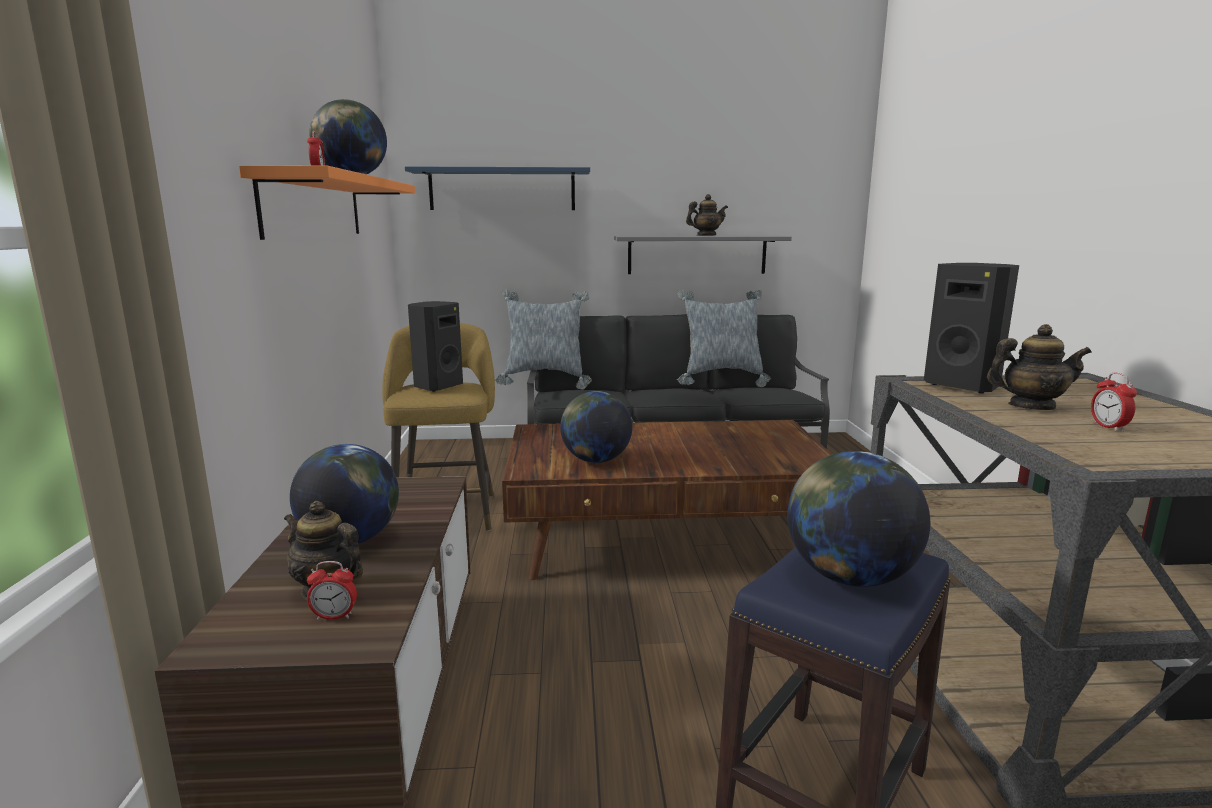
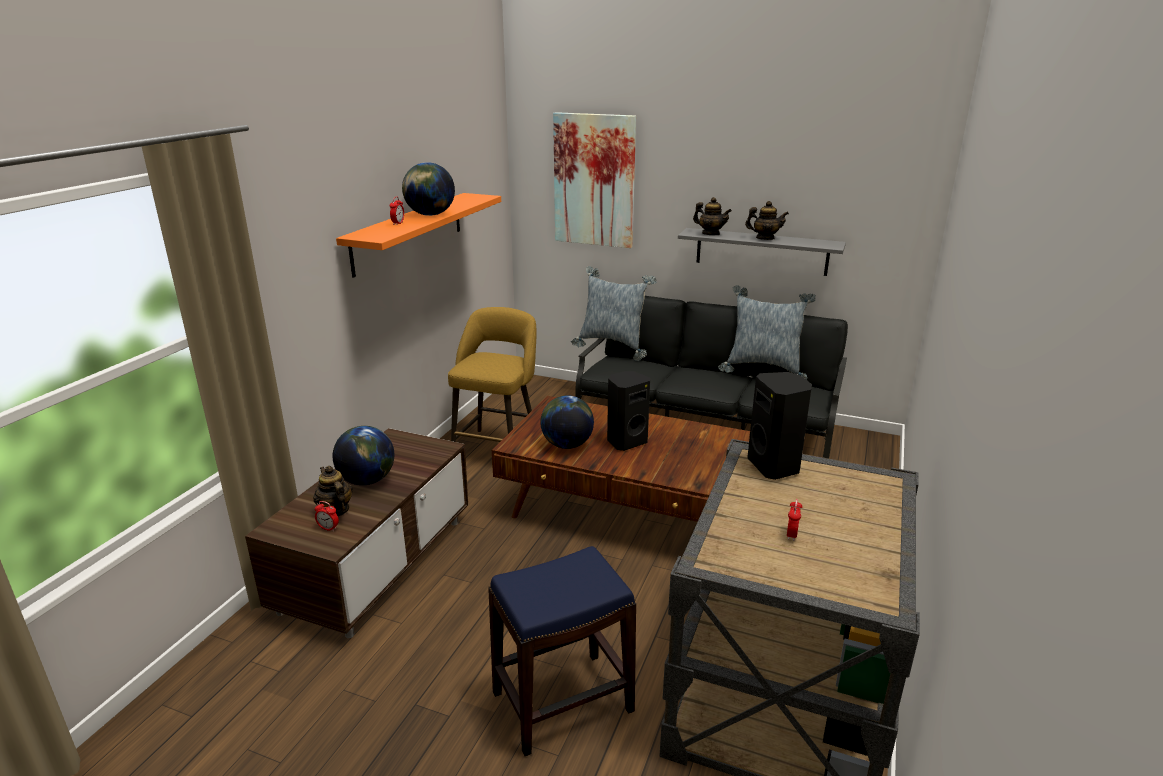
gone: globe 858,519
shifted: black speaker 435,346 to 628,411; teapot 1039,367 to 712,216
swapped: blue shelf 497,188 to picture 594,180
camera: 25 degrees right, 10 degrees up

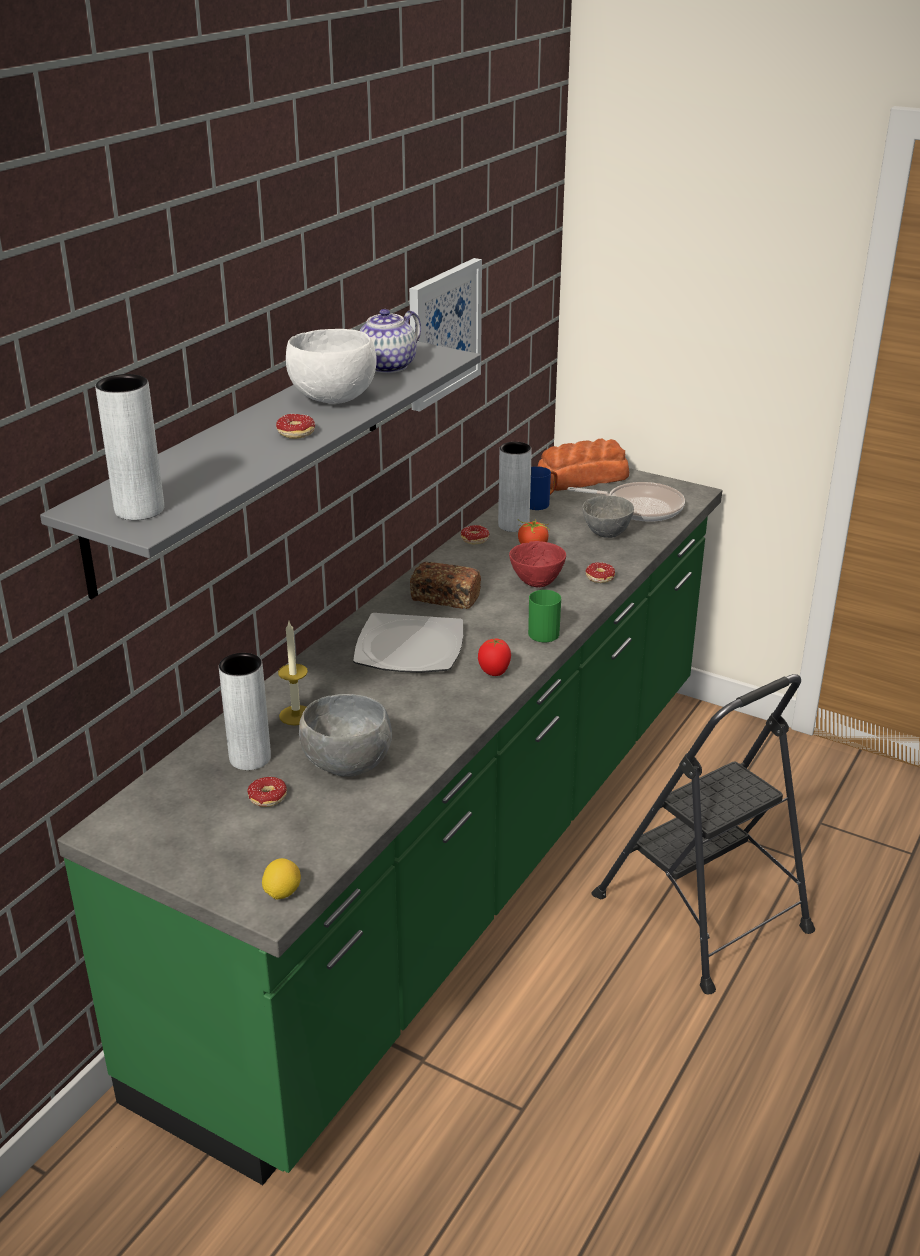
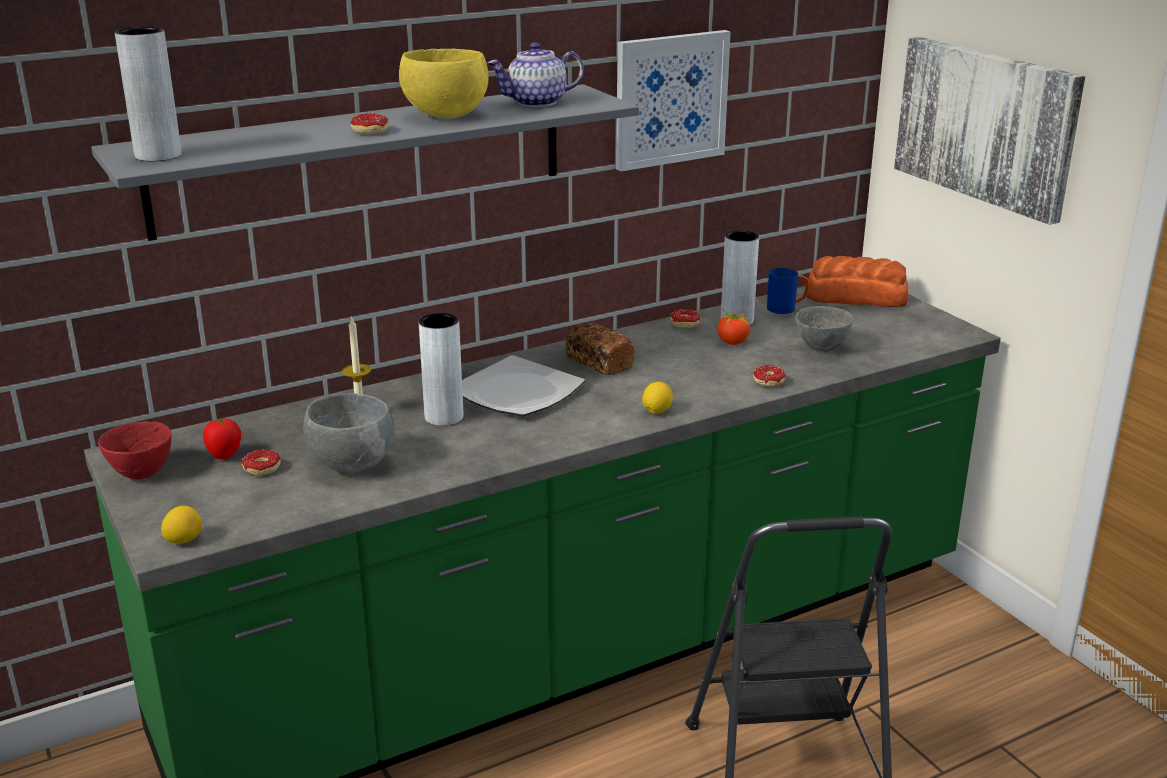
gone: frying pan 626,502
new: picture 989,131
shifted: red bowl 537,564 to 135,450; tomato 494,657 to 222,439; grey vase 245,711 to 441,369
swapped: green mug 544,616 to lemon 657,398
repainted: white bowl 331,366 to yellow bowl 443,83
camera: 30 degrees right, 5 degrees down

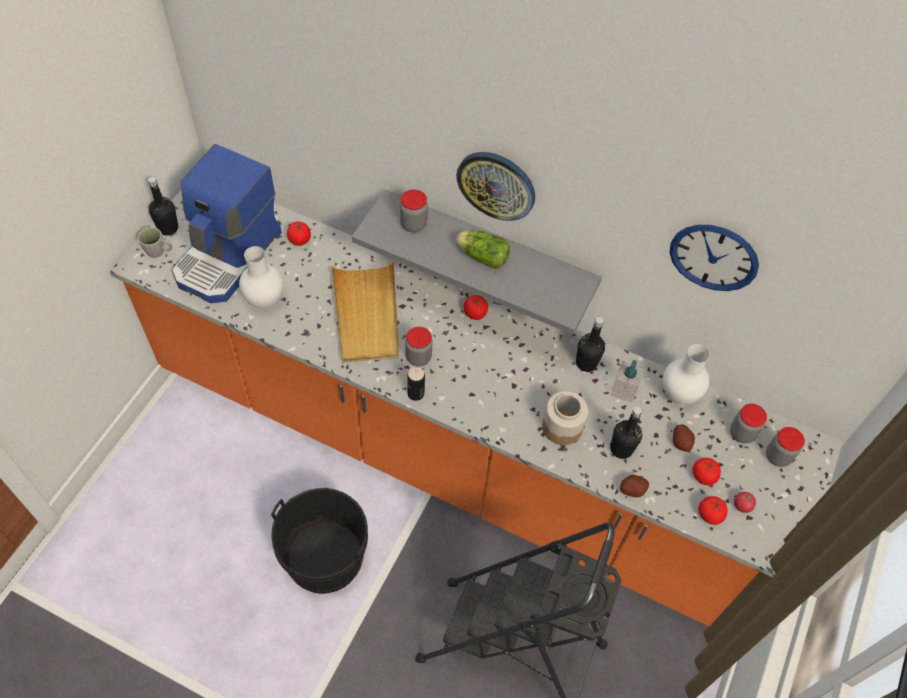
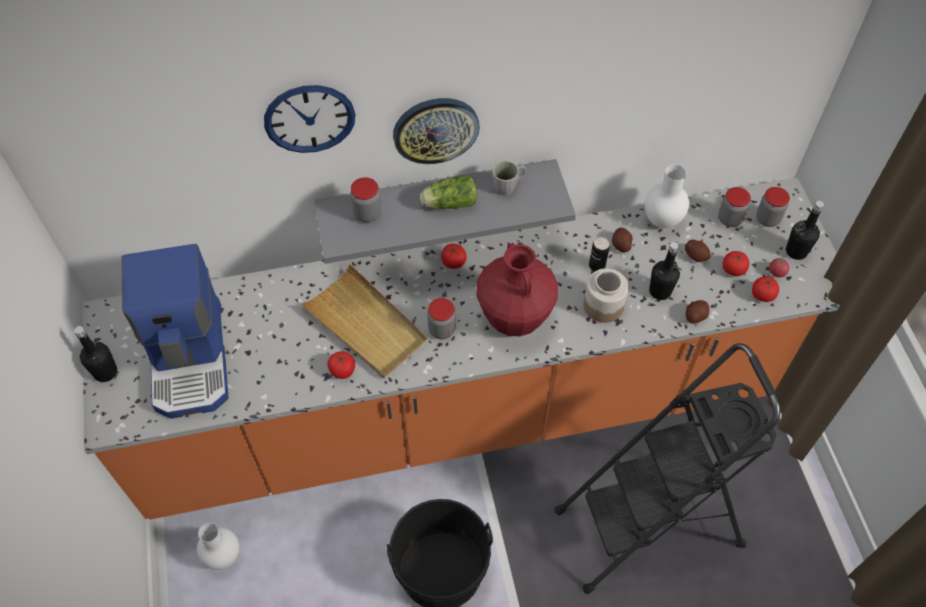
new: red vase 517,289
shifted: white vase 261,277 to 218,546; wall clock 714,258 to 309,119; tomato 299,233 to 341,365; grey mug 155,242 to 509,178; can 416,384 to 599,254; black bottle 590,344 to 805,230
swapped: soap dispenser 627,381 to potato 622,240
camera: 35 degrees left, 0 degrees up

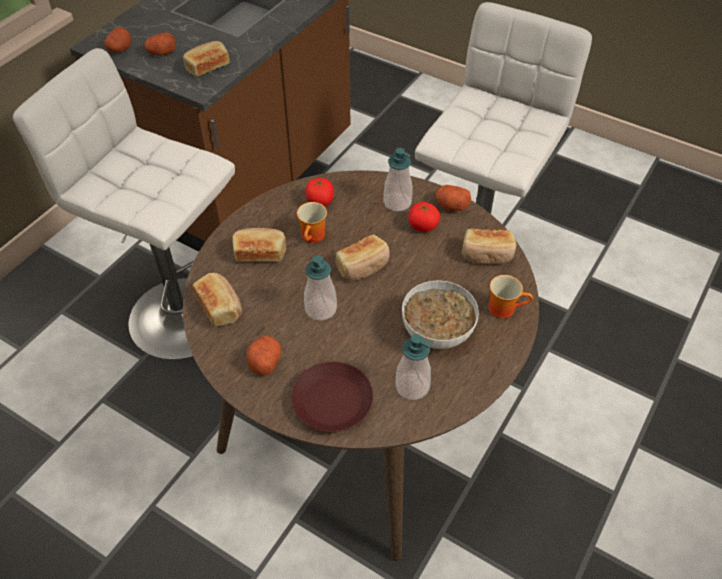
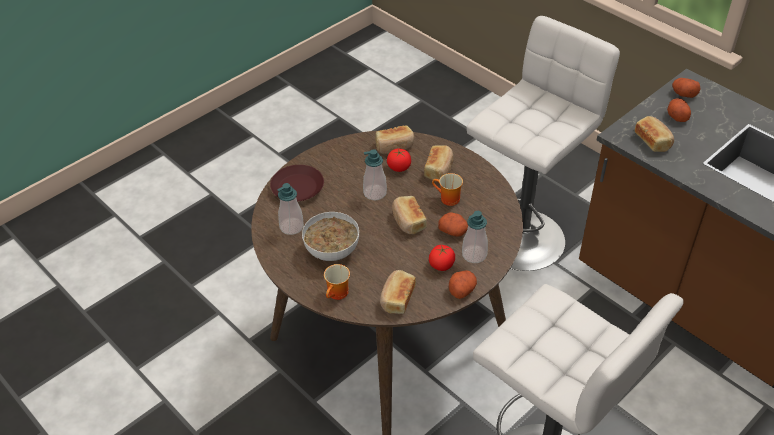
shifted: tomato 319,192 to 399,160; potato 264,356 to 453,224
camera: 105 degrees right, 5 degrees down

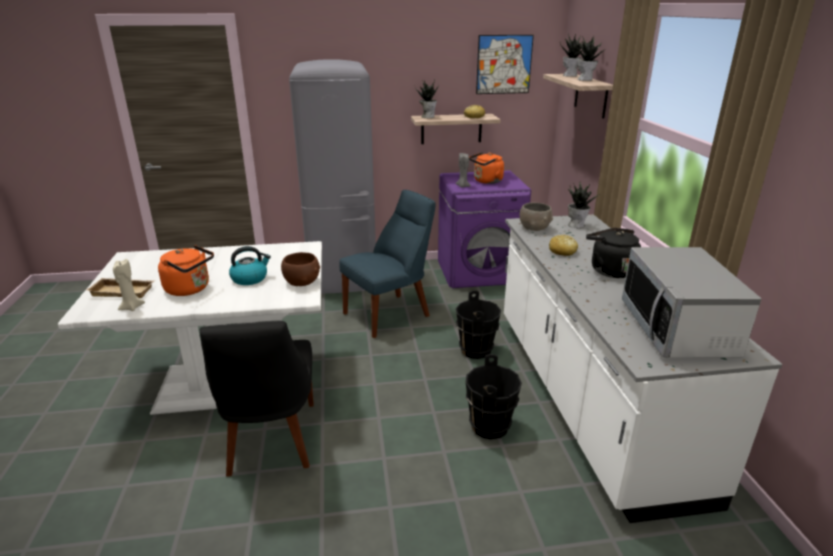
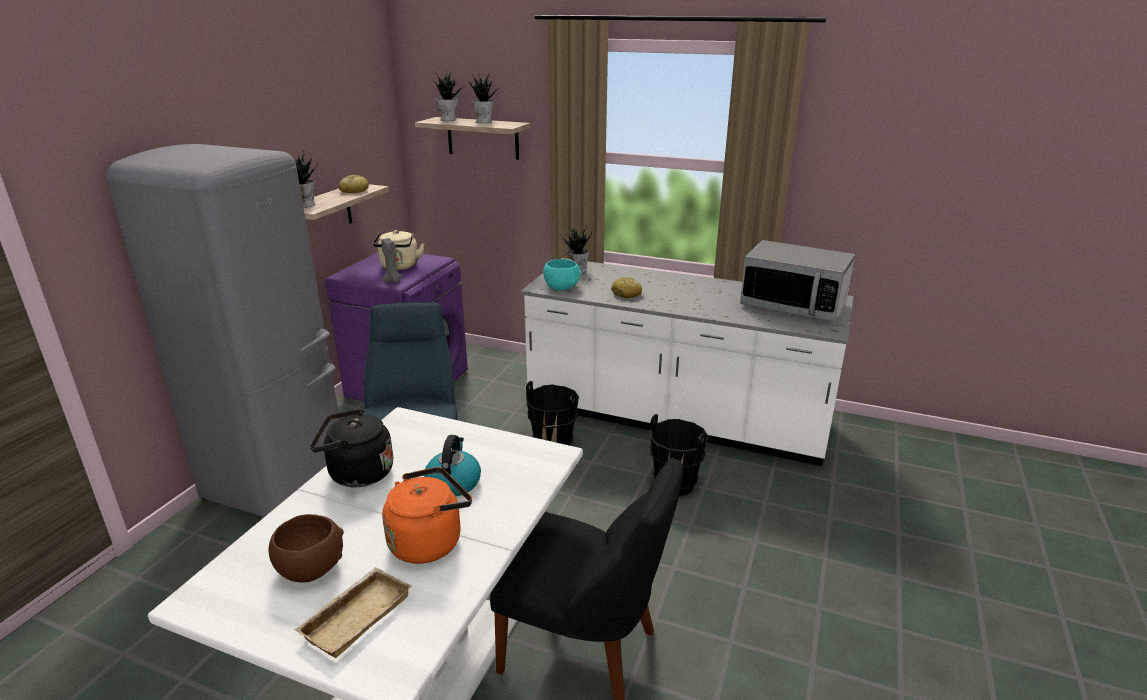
gone: beige candle 129,285; picture 505,64
shifted: brown bowl 300,269 to 306,548; black kettle 613,253 to 351,448
repainted: orange kettle 486,168 to beige kettle 399,250; grey bowl 536,217 to turquoise bowl 562,275
camera: 60 degrees left, 0 degrees up

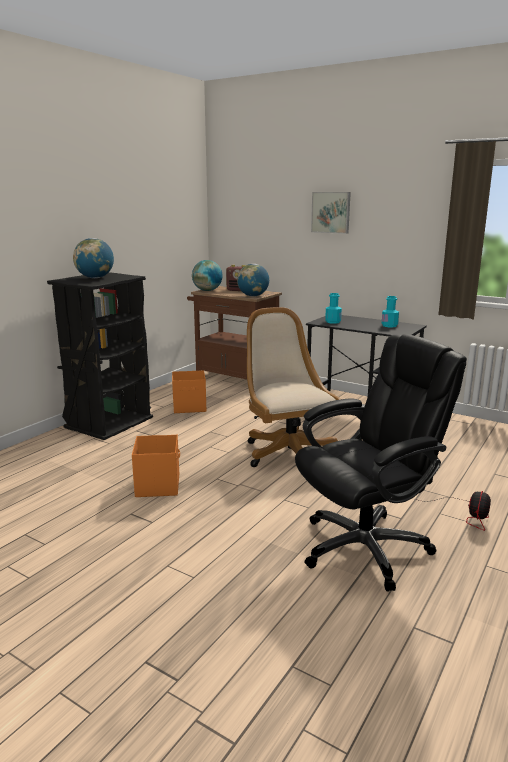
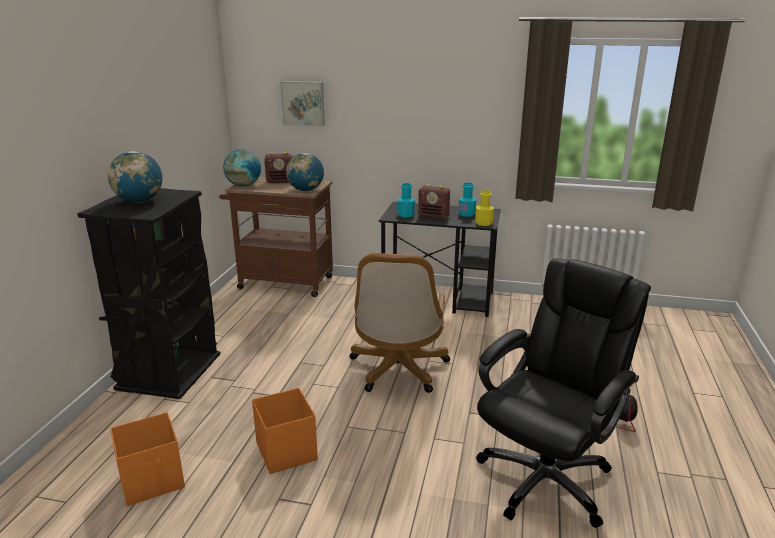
new: radio 434,201; yellow bottle 484,208
shifted: orange storage box 189,391 to 147,459; picture 331,213 to 302,104
rotated: office chair 294,387 = 399,323 135 degrees counterclockwise
camera: 20 degrees left, 5 degrees up

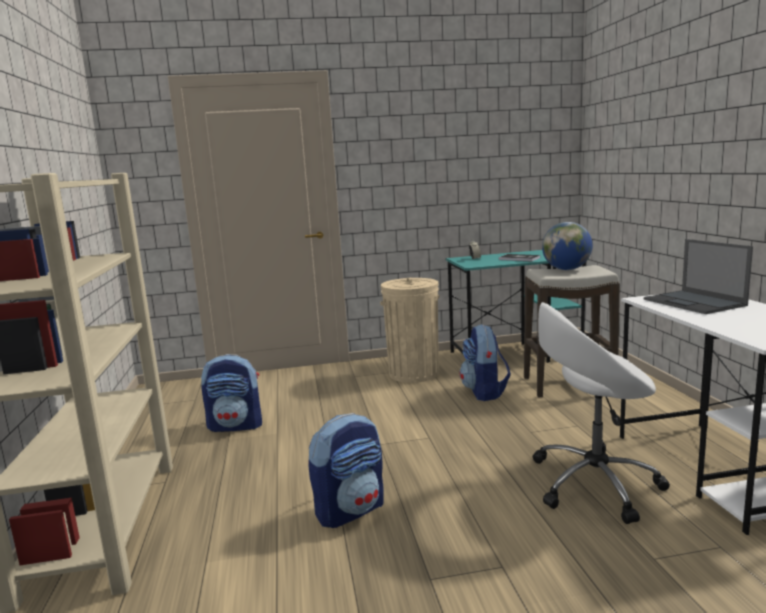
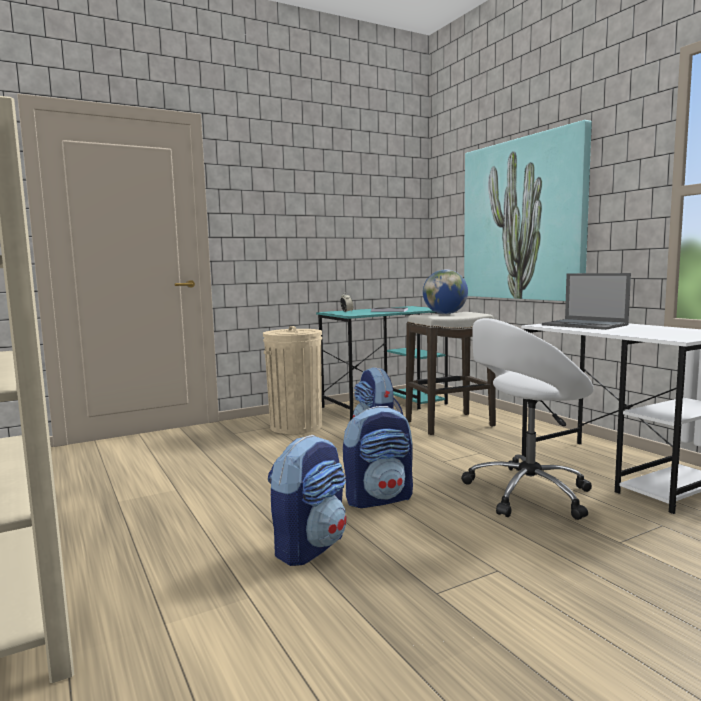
new: picture 528,210
shifted: backpack 231,393 to 378,457
camera: 20 degrees left, 5 degrees down

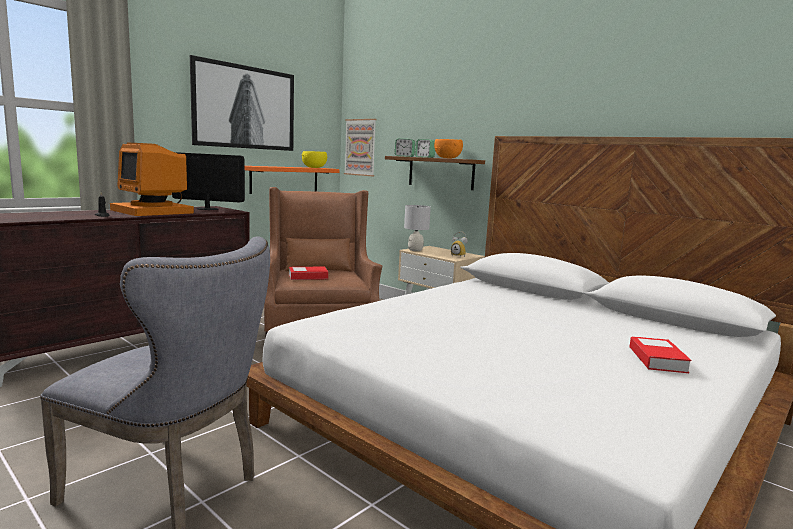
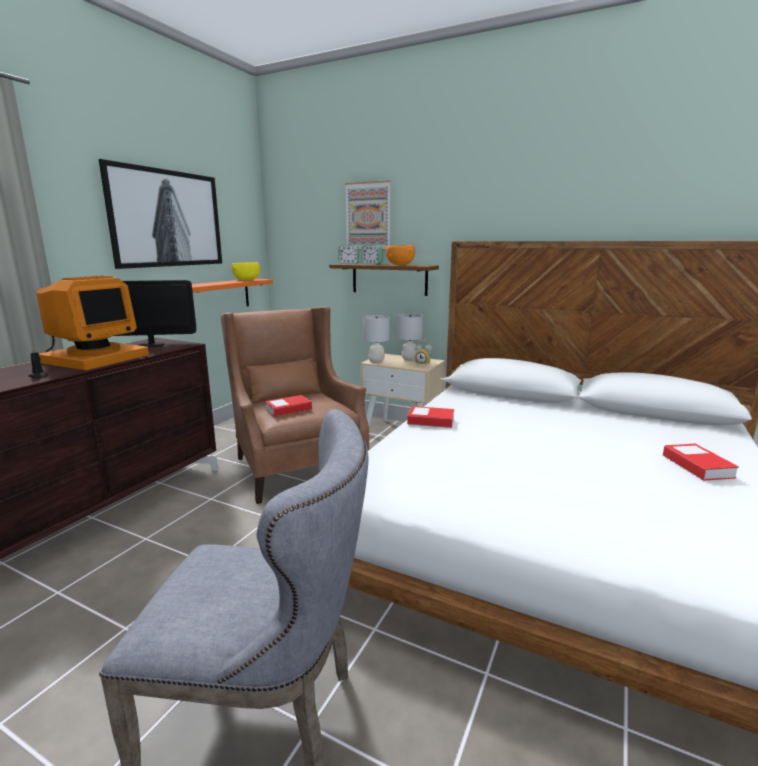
new: grey table lamp 410,337; book 430,417
shifted: picture 360,148 to 368,215
rotated: monitor 152,179 = 92,323 90 degrees counterclockwise
camera: 15 degrees left, 5 degrees up

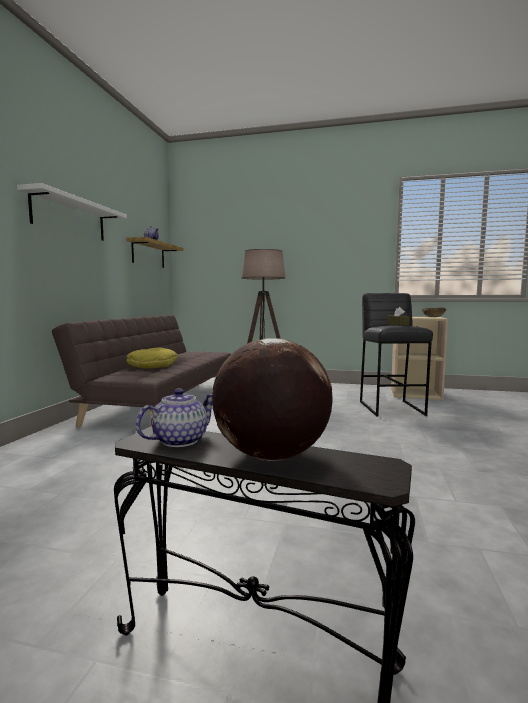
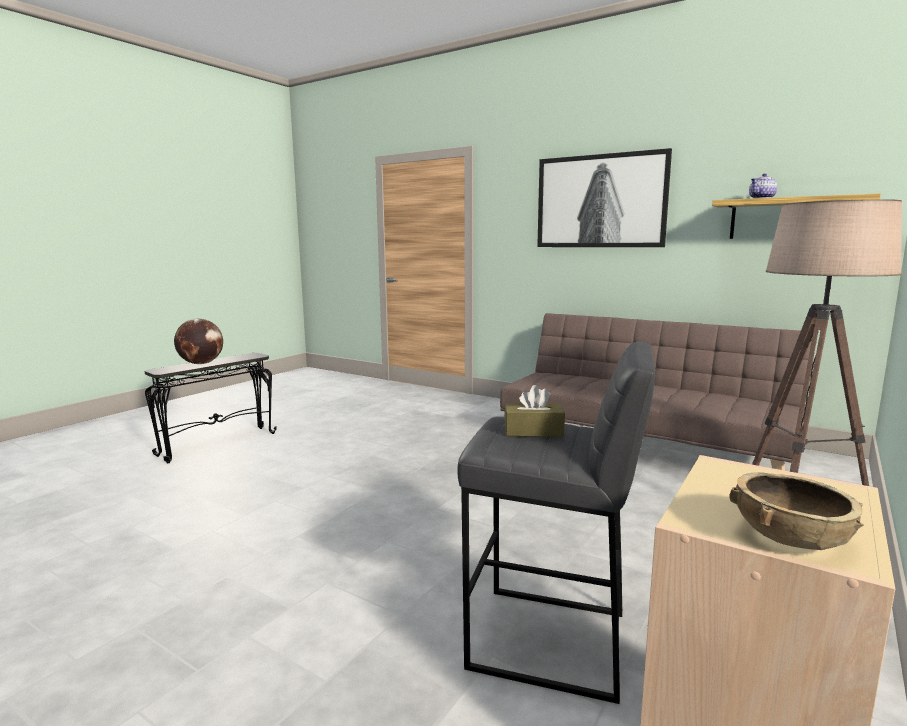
gone: yellow pillow 152,358; teapot 174,417
swapped: white shelf 72,212 to picture 604,197
camera: 110 degrees right, 5 degrees up

